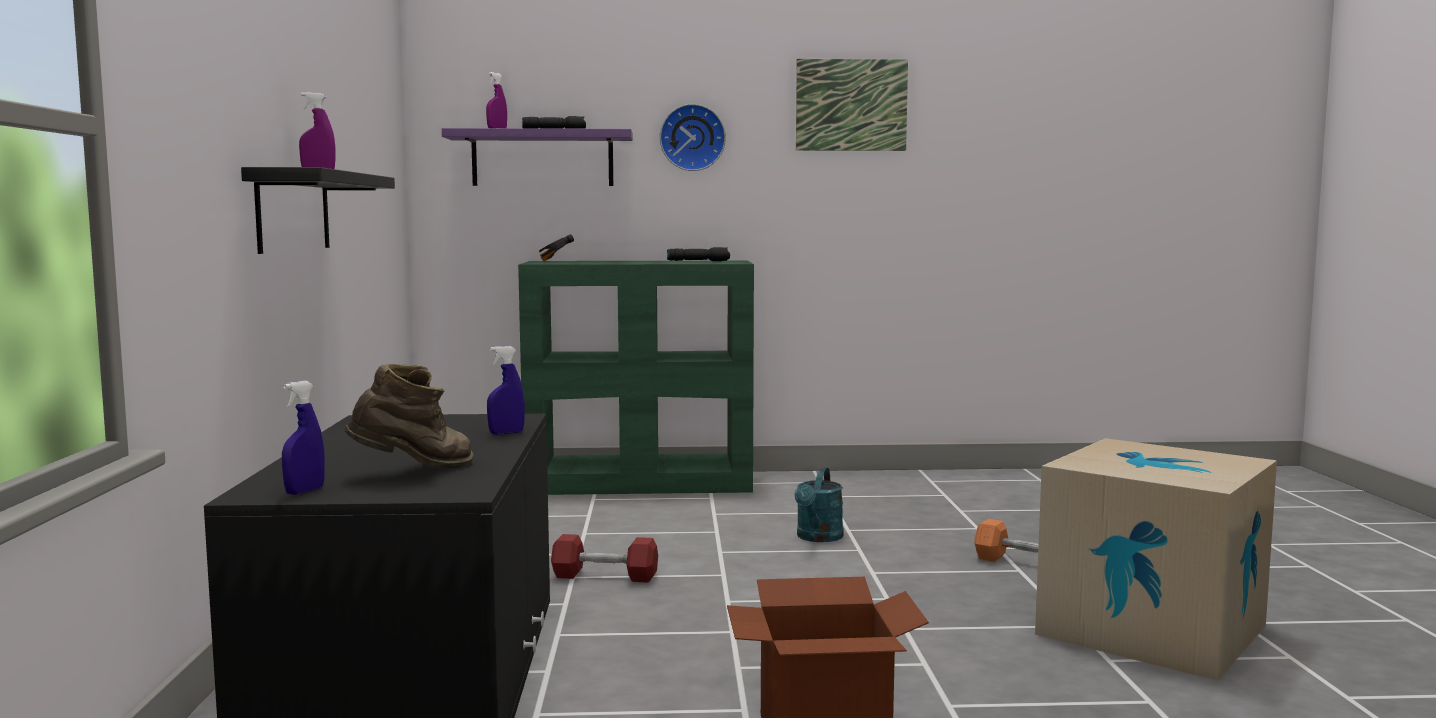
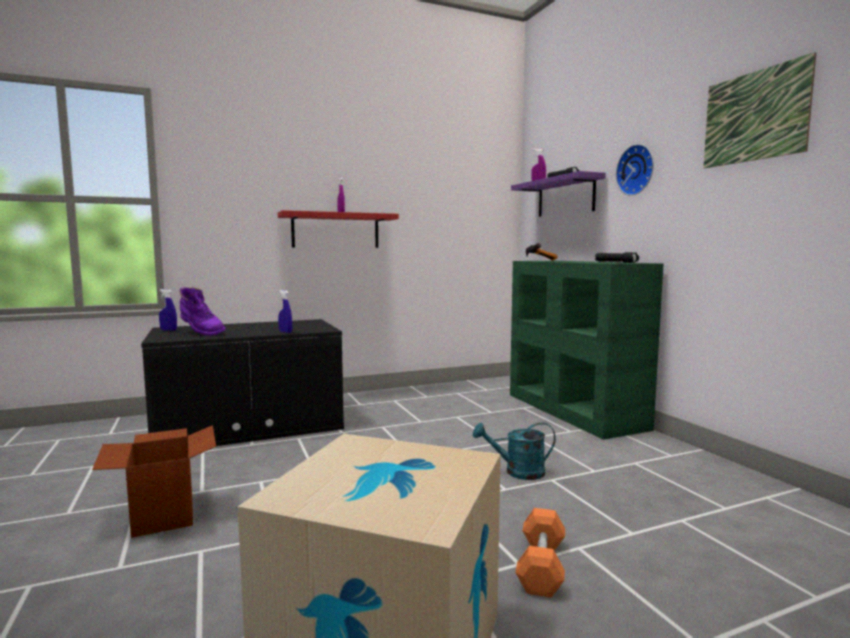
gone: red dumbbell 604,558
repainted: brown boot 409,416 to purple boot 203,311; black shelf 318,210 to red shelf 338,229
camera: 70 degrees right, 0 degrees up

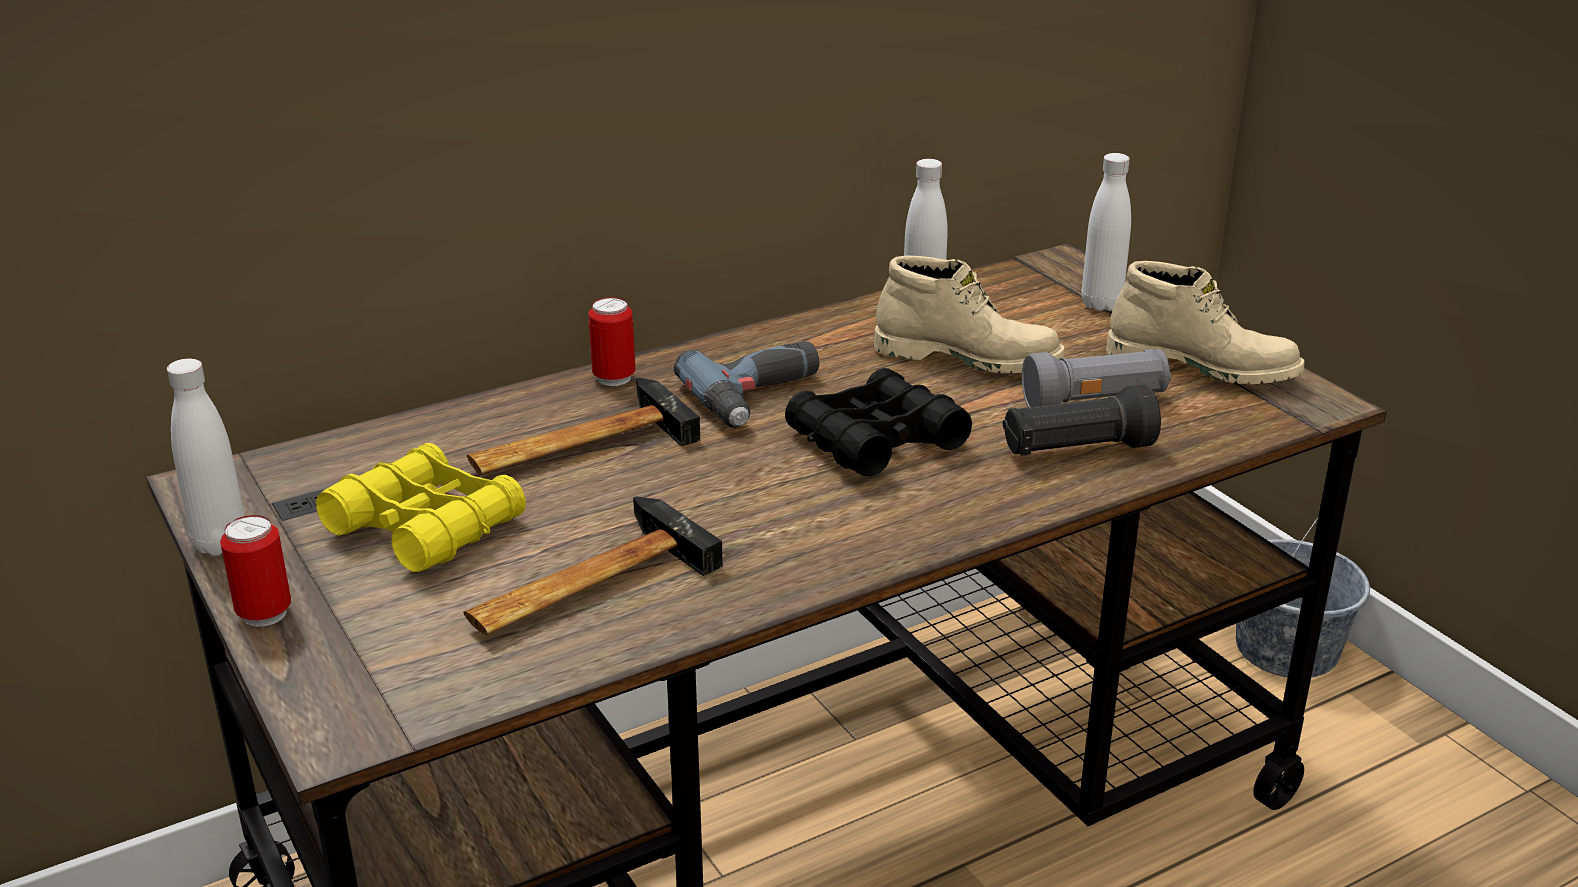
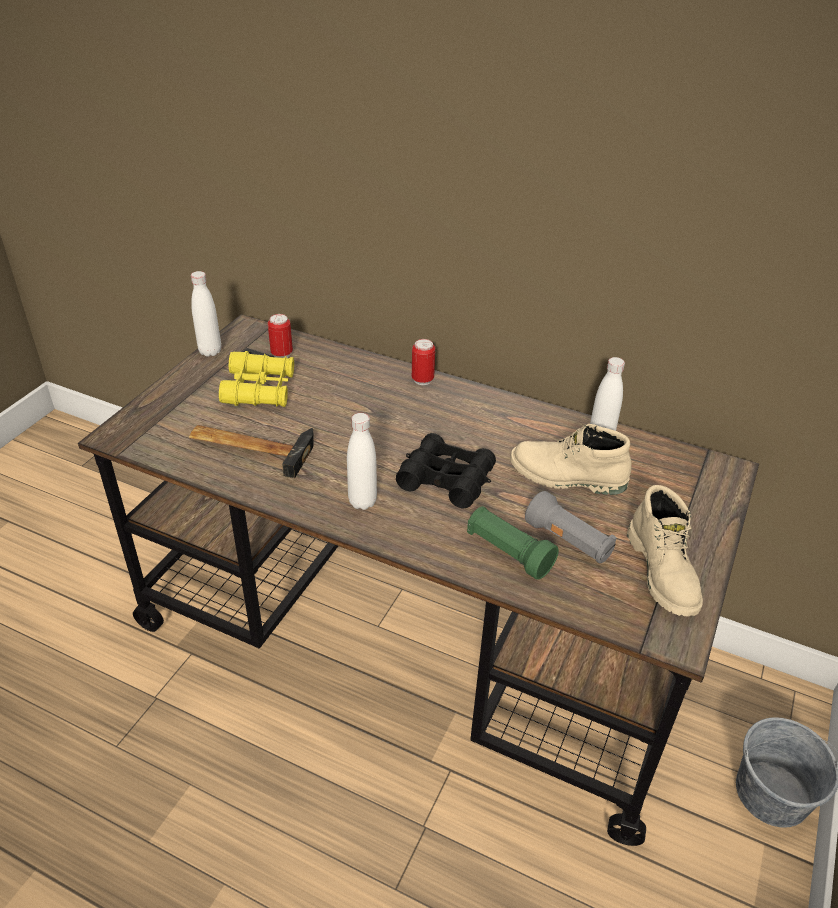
gone: hammer 583,426; power drill 746,384
shifted: can 255,571 to 280,336; white bottle 1106,232 to 362,461
repainted: black flashlight 1082,420 to green flashlight 513,543
rotated: beige boot 969,314 = 571,459 120 degrees clockwise
camera: 55 degrees right, 10 degrees up

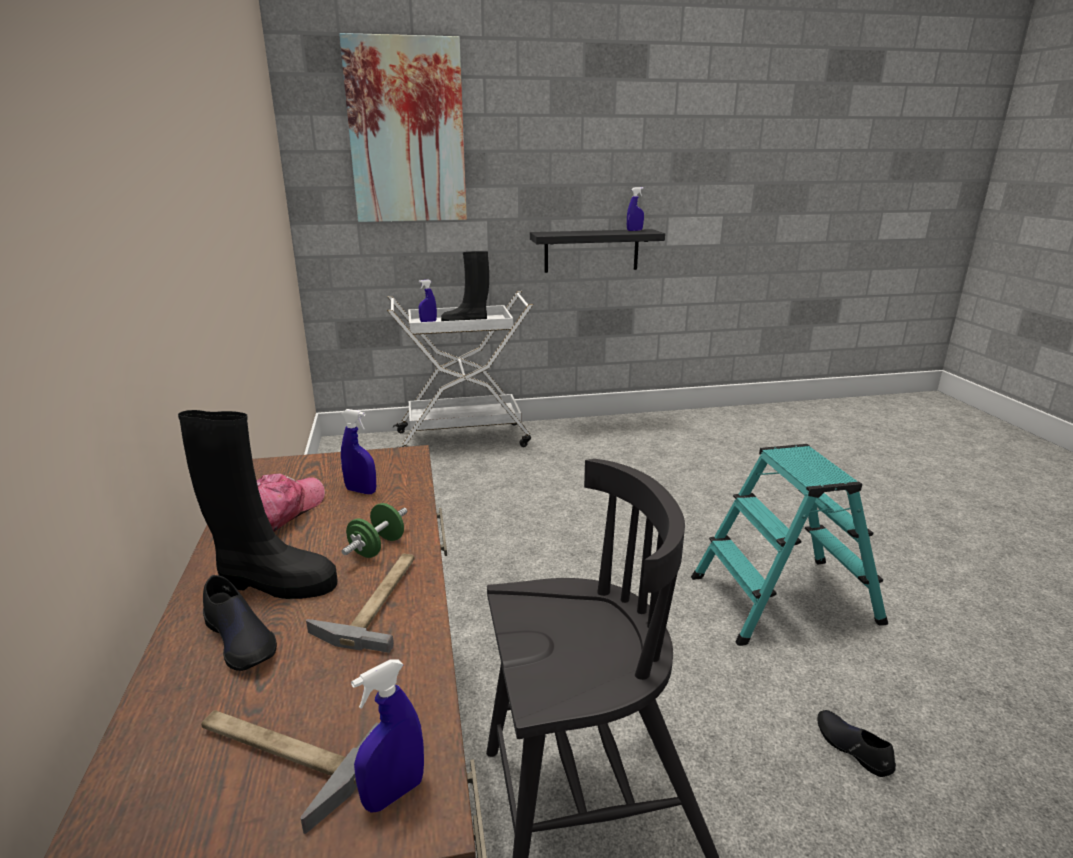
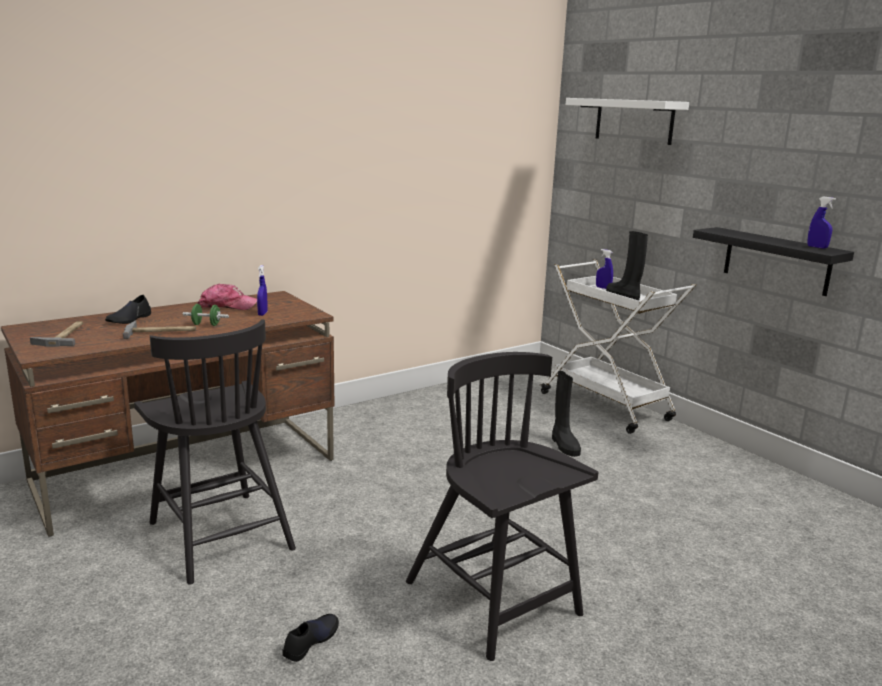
gone: blue spray bottle 387,736
shifted: black boot 257,504 to 566,414
swapped: turquoise step ladder 789,545 to black chair 502,506; picture 403,127 to white shelf 627,121
camera: 65 degrees right, 5 degrees down

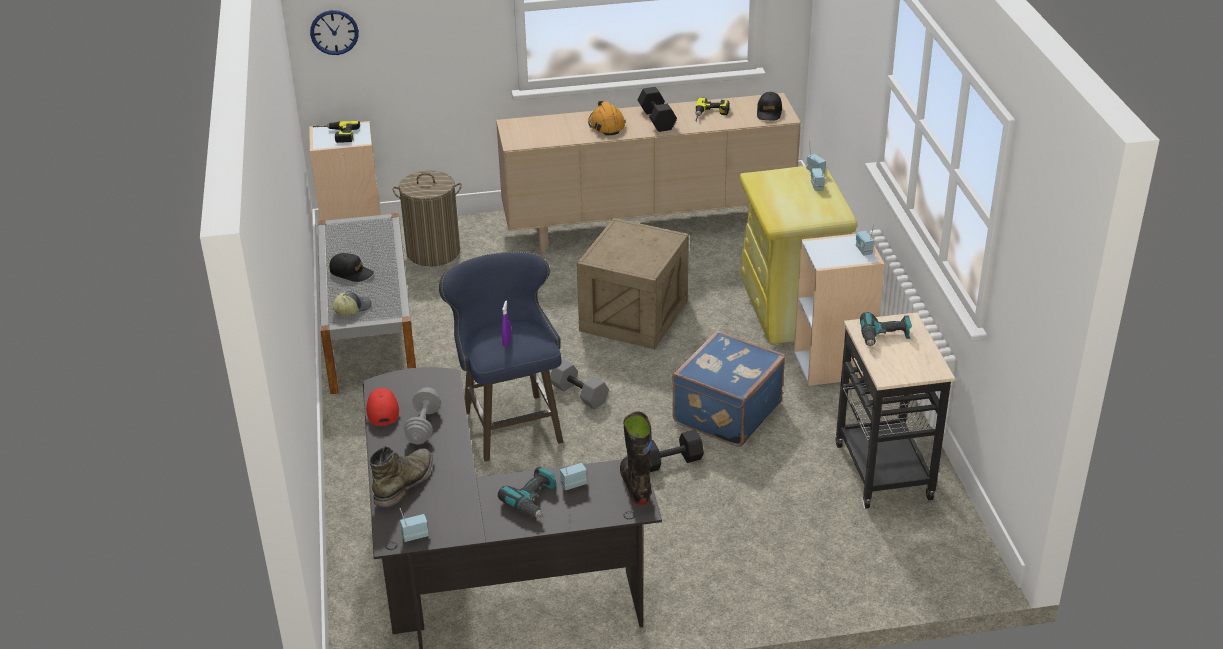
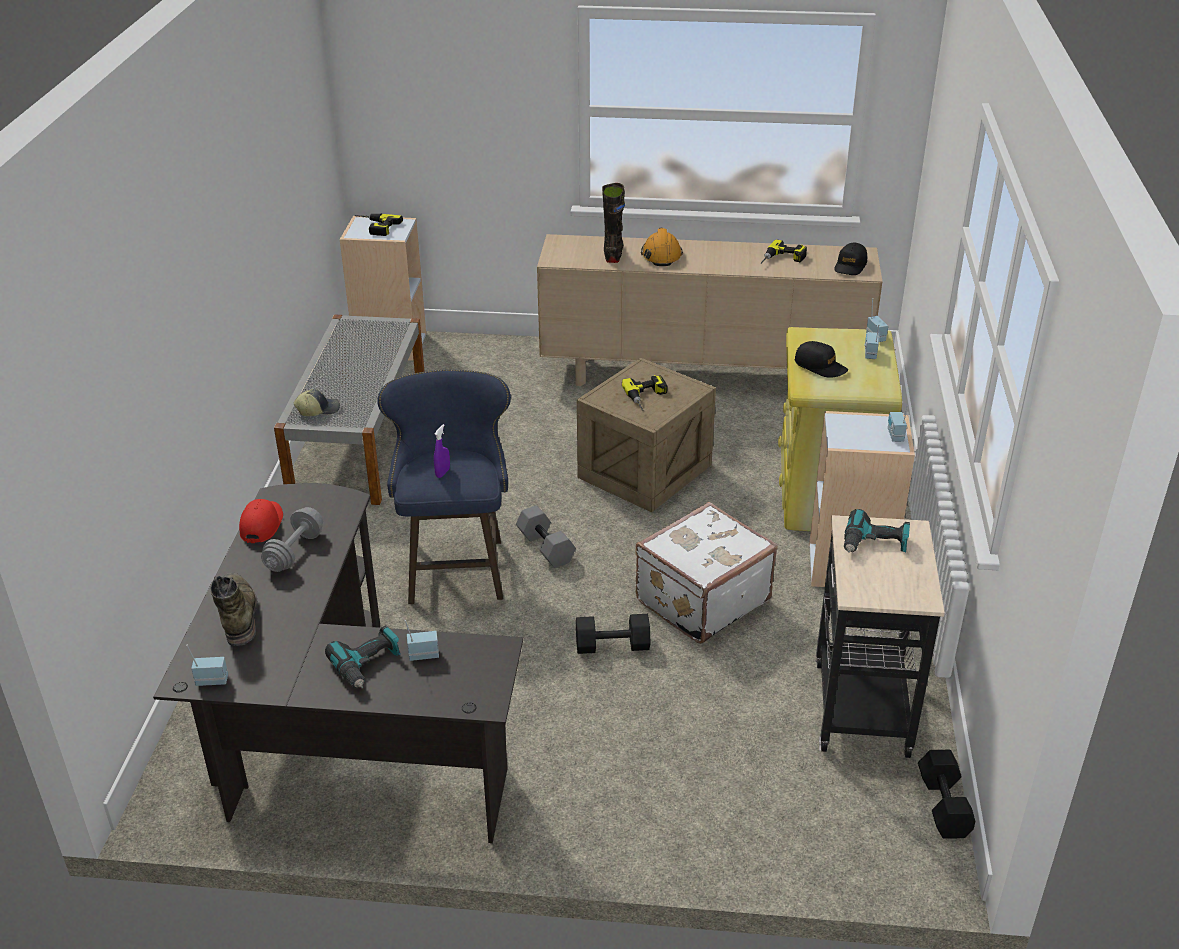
gone: wall clock 334,32; laundry basket 427,218
new: power drill 645,393
shifted: black boot 636,458 to 613,223; black cap 352,267 to 821,359; black dumbbell 657,109 to 946,794
repainted: blue suitcase 729,388 to white suitcase 706,573
rotated: green boot 401,476 = 234,609 60 degrees counterclockwise
camera: 15 degrees right, 0 degrees up

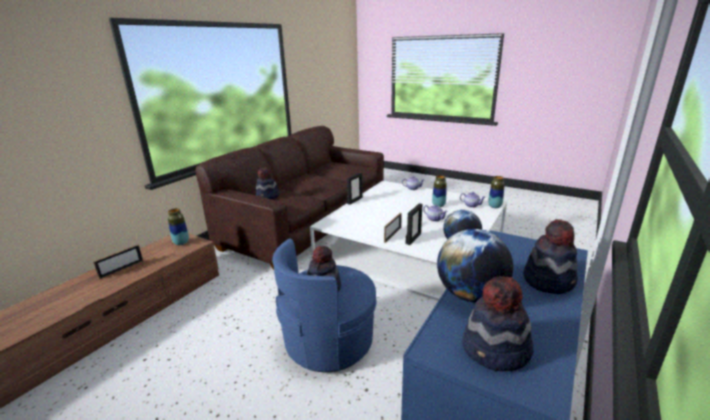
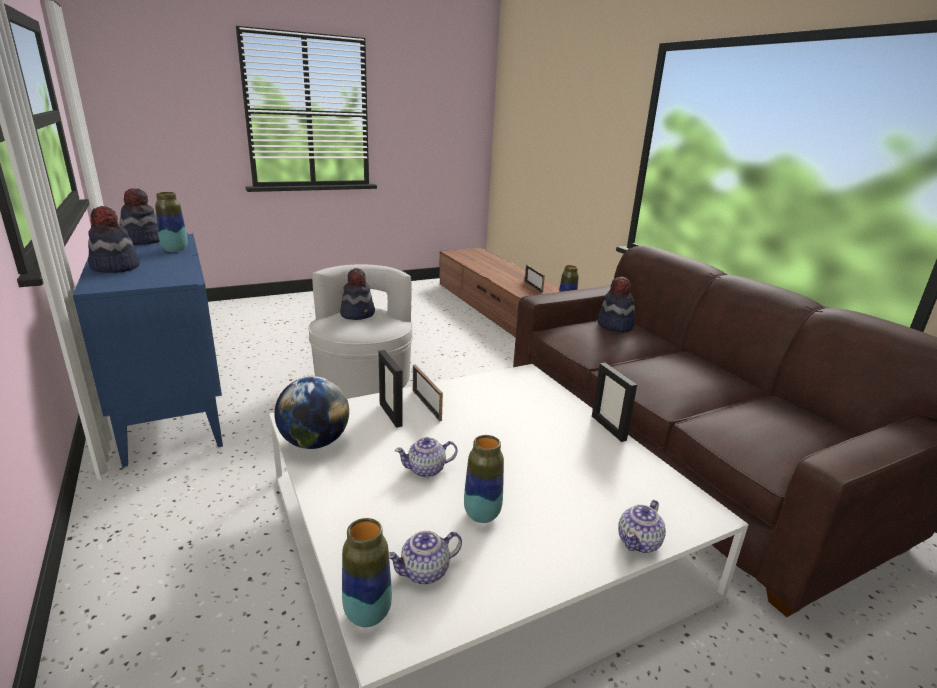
swapped: globe 475,265 to vase 171,222
repainted: blue armchair 324,305 to white armchair 360,331
camera: 120 degrees right, 0 degrees up

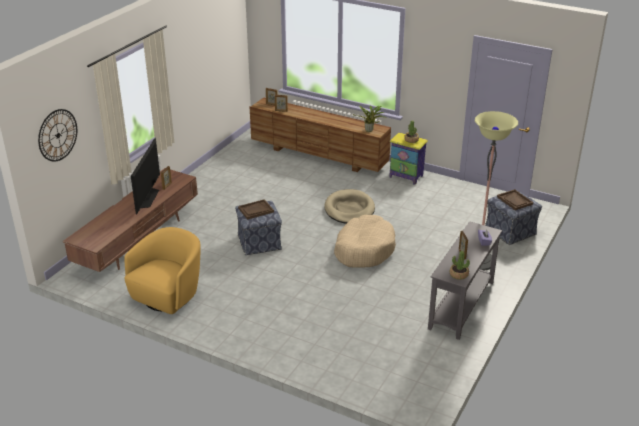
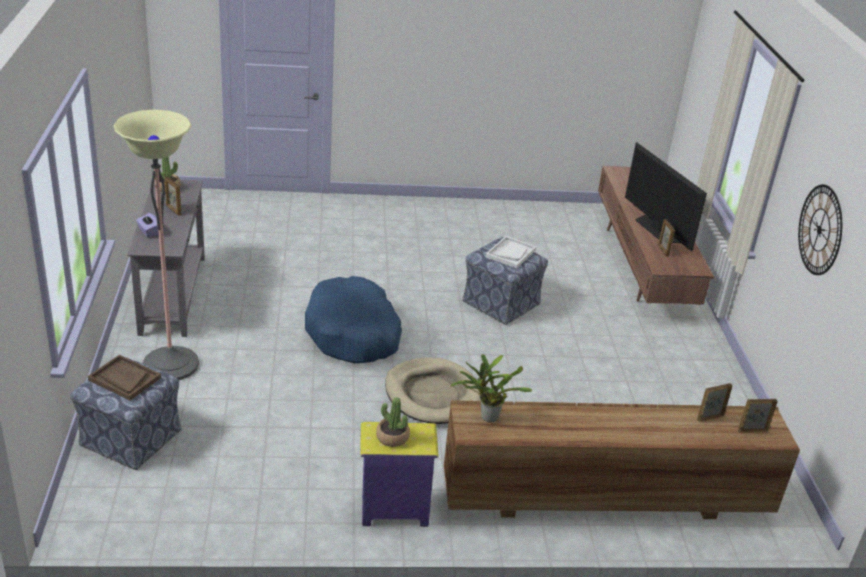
gone: yellow armchair 162,270
shifted: wall clock 57,135 to 820,229
repainted: beige dog bed 365,241 to blue dog bed 353,319; brown tray 256,209 to white tray 510,252
camera: 145 degrees right, 0 degrees up

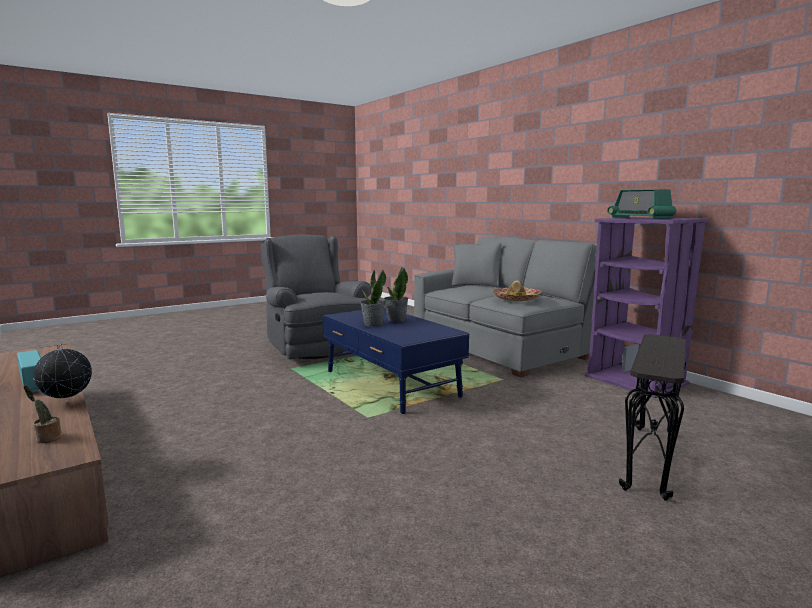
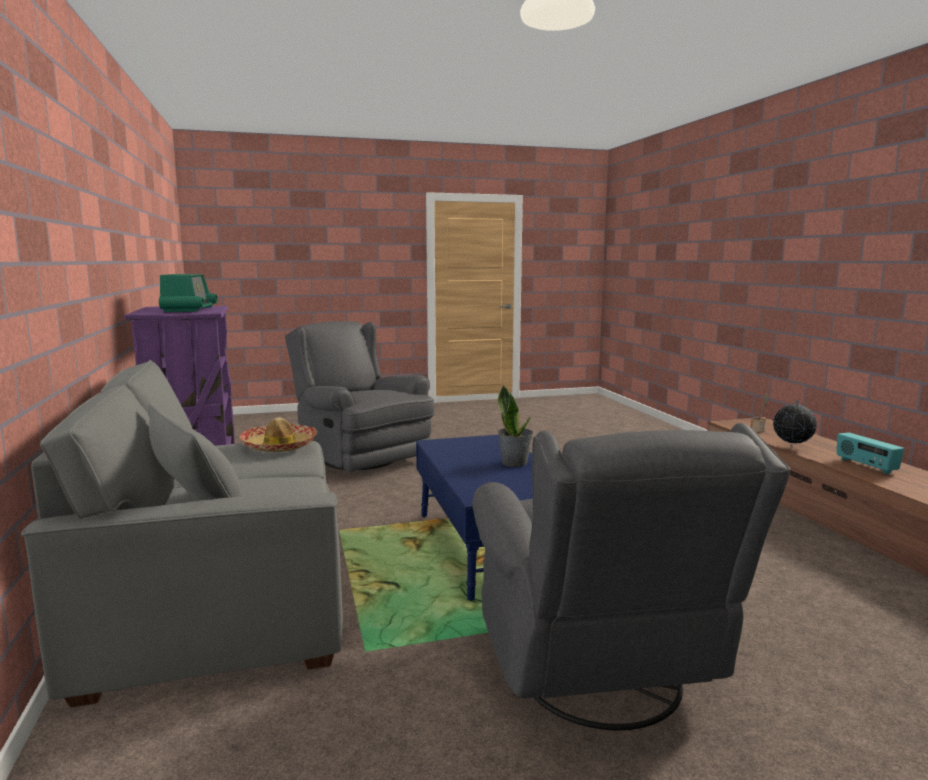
gone: potted plant 396,294
swapped: black side table 652,417 to grey armchair 360,396
camera: 160 degrees left, 0 degrees up

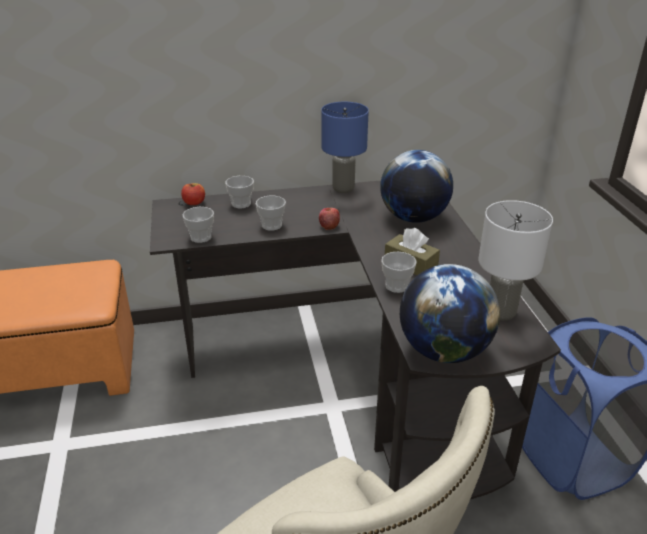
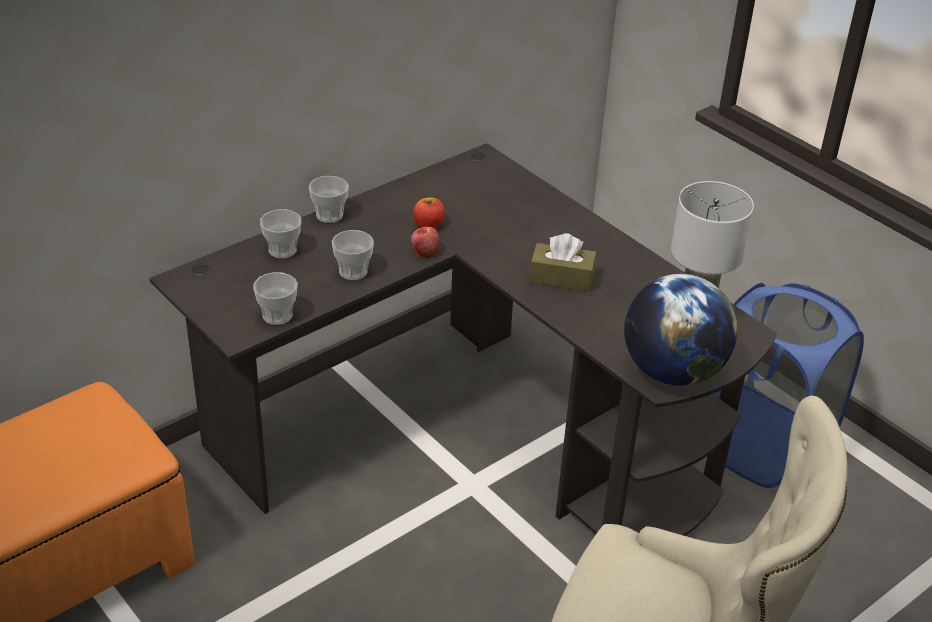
gone: blue table lamp 345,147; globe 416,186
shifted: cup 398,272 to 329,199; apple 193,194 to 429,212
camera: 30 degrees left, 5 degrees up

